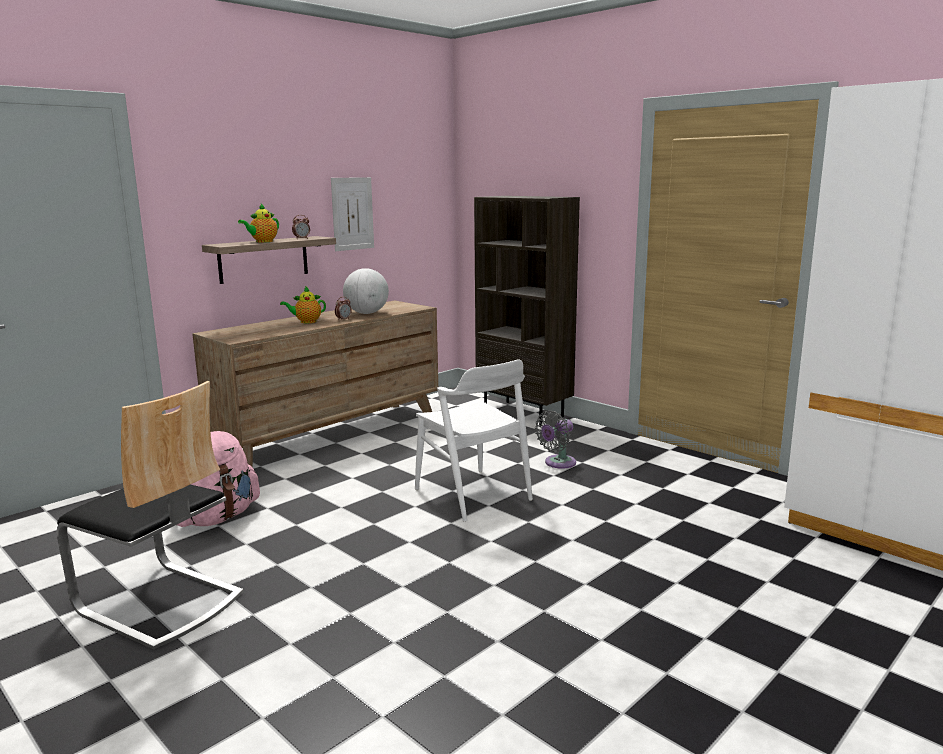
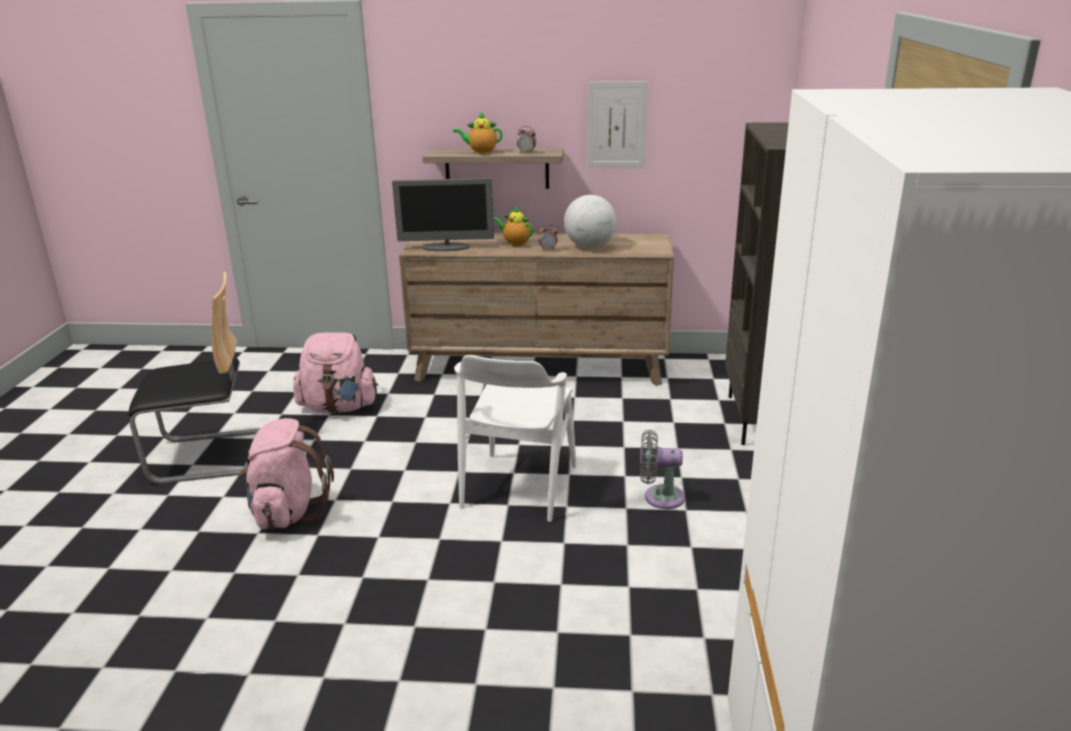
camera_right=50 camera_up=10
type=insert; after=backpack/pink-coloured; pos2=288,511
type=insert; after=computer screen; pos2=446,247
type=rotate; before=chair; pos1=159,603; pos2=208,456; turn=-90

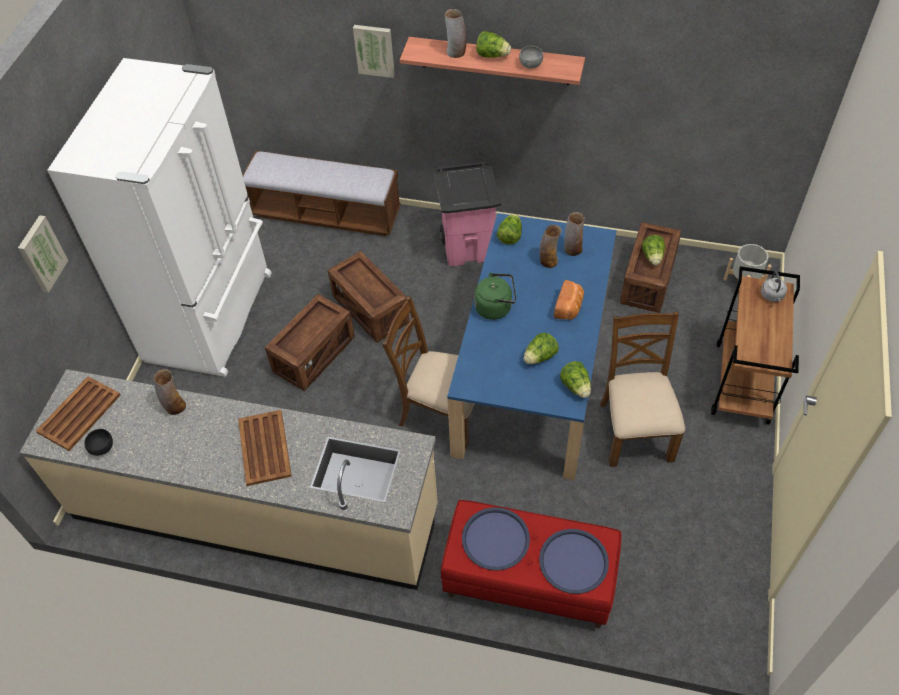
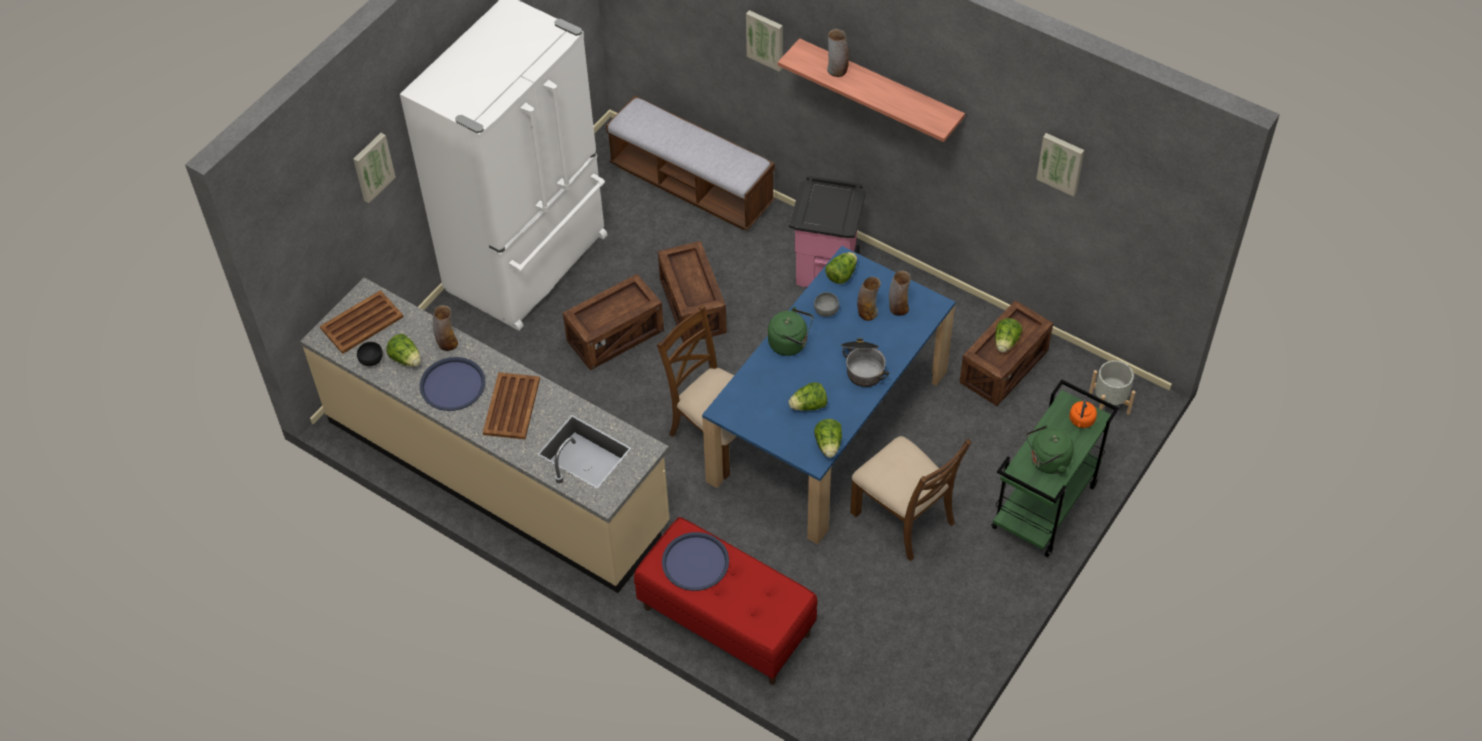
camera_right=20 camera_up=0
type=insert; after=tea kettle/greenish; pos2=1047,461
type=insert; after=wall art; pos2=1061,163
type=move; before=lettuce head; pos1=492,55; pos2=406,359
type=move; before=deep dish/gray; pos1=530,65; pos2=826,311
type=move; before=tray/blue-coloured; pos1=573,561; pos2=452,385
type=replace; before=bakery bread; after=saucepot; pos1=569,308; pos2=863,367
type=recolor; before=trolley/brownish; after=trolley/greenish; pos1=742,383; pos2=1044,508
type=recolor; before=tea kettle/gray; after=tea kettle/orange; pos1=772,296; pos2=1081,421
type=rotate; before=chair/brownish; pos1=634,430; pos2=904,517; turn=120

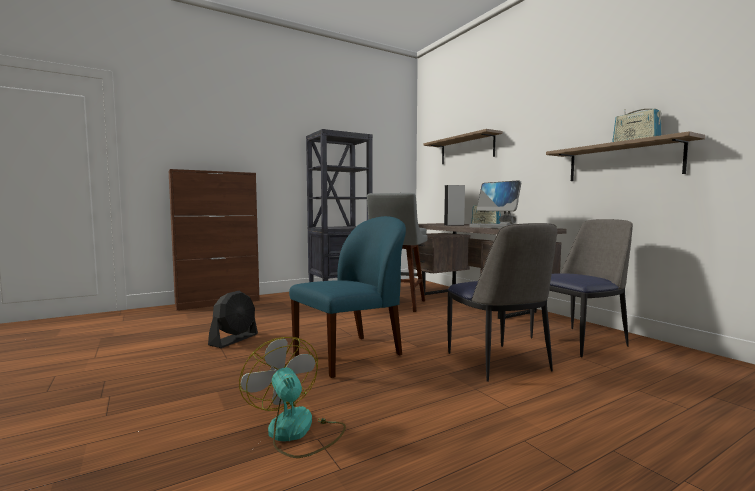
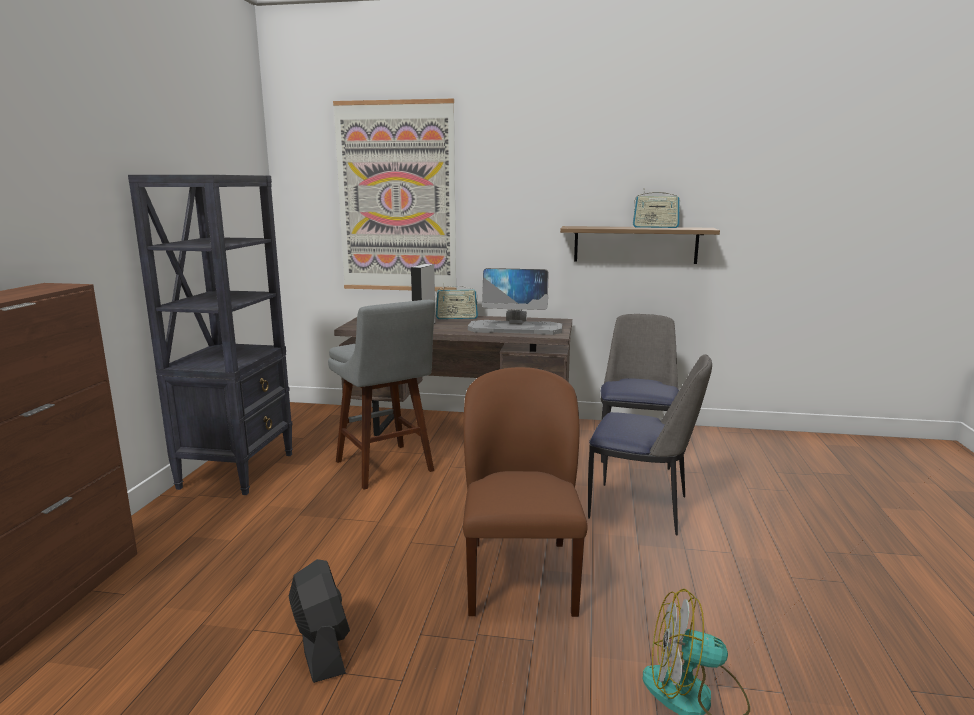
camera_right=-50 camera_up=10
type=replace; before=bracket shelf; after=wall art; pos1=466,149; pos2=396,198
type=recolor; before=chair/blue-coloured; after=chair/brownish; pos1=350,355; pos2=520,575

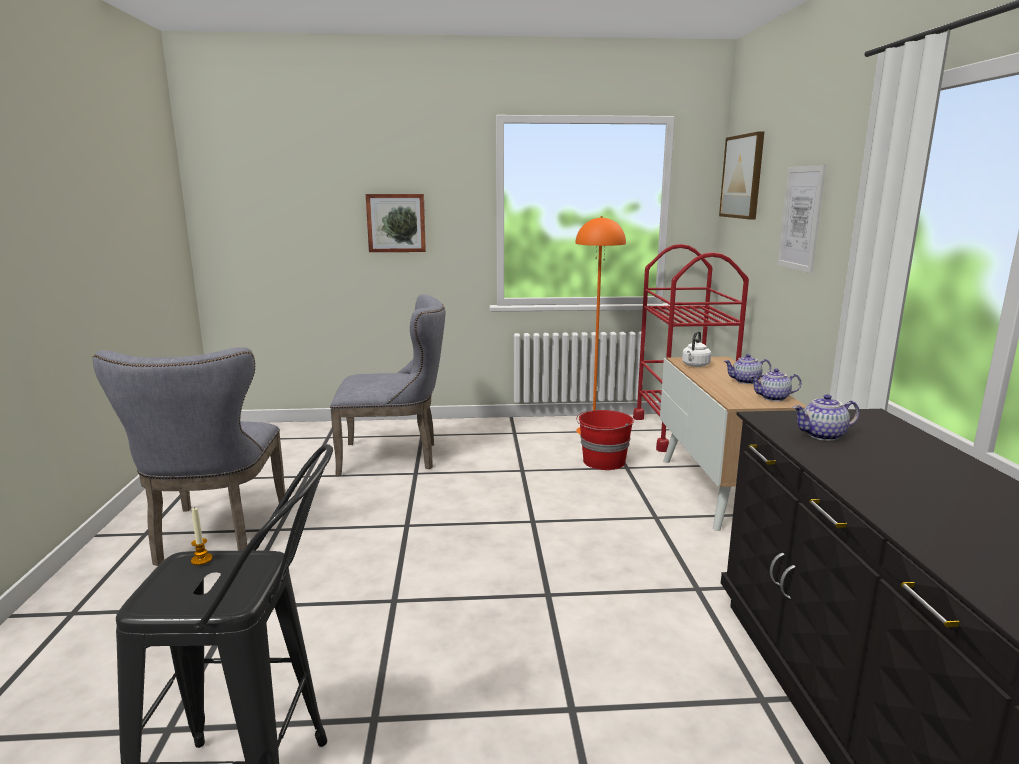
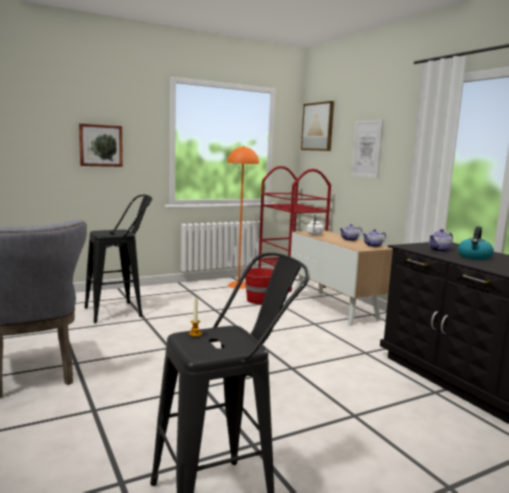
camera_right=-25 camera_up=-5
type=insert; after=tea kettle; pos2=474,257
type=replace; before=chair/gray; after=stool seat/blackish; pos1=395,457; pos2=120,311

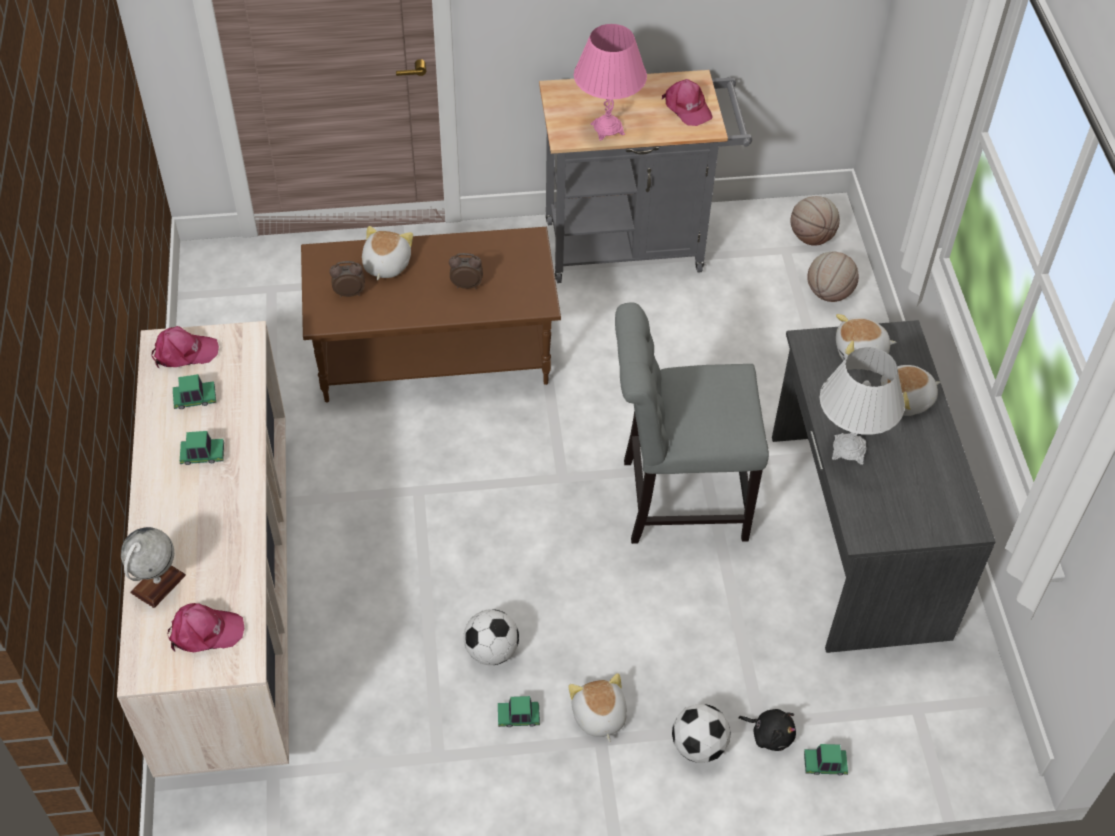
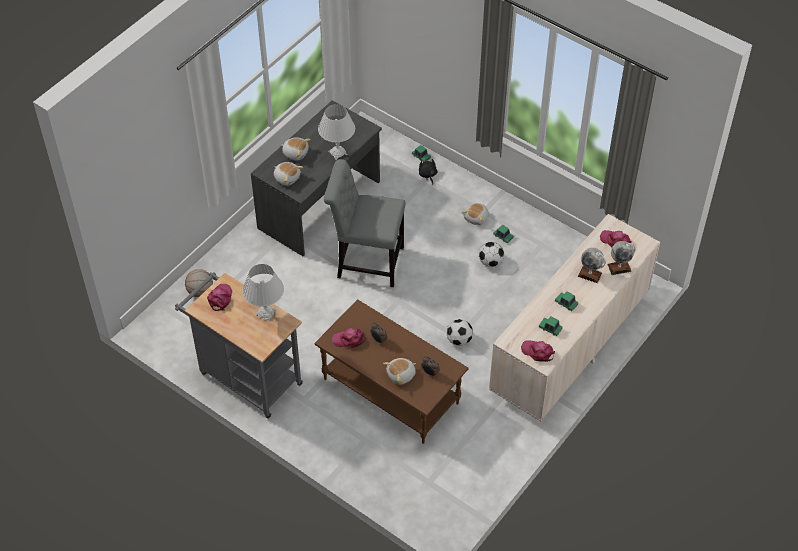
camera_right=-135 camera_up=0
type=delete; before=ball for basketball; pos1=811,237
type=insert; after=baseball cap/pink-coloured; pos2=349,339
type=insert; after=globe; pos2=590,274
type=move; before=football; pos1=698,746; pos2=459,340
type=recolor; before=table lamp/pink-coloured; after=table lamp/whitish; pos1=607,129; pos2=266,313
type=rotate; before=chair/gray; pos1=676,499; pos2=366,262; turn=150

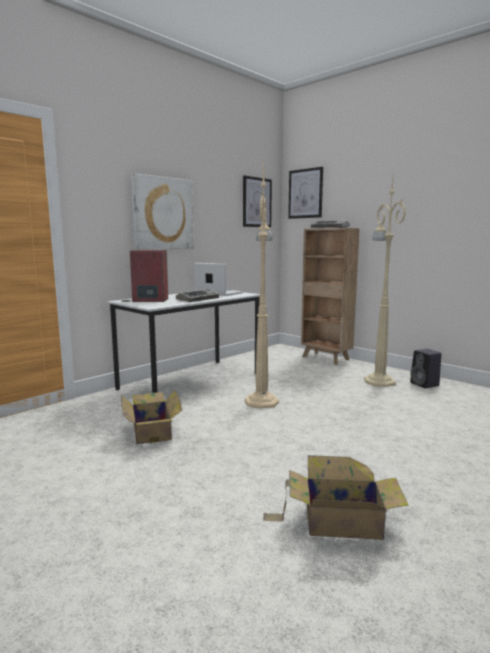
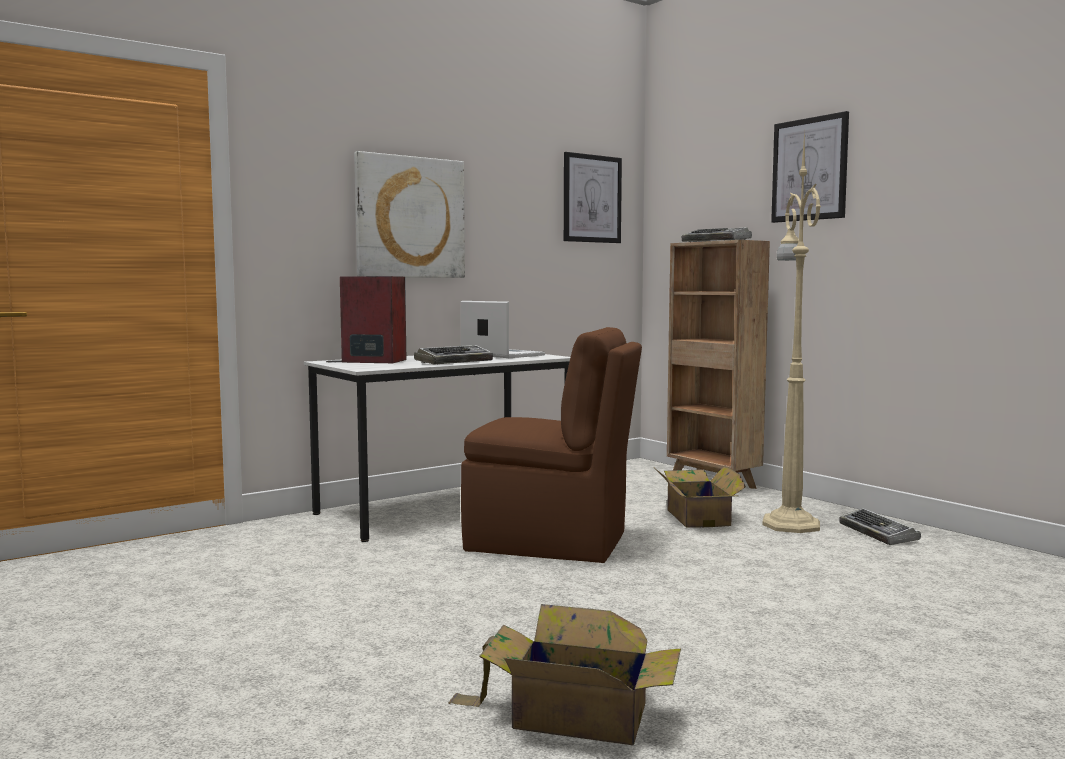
camera_right=10 camera_up=-5
type=move; before=carton; pos1=152,430; pos2=697,517
type=move; before=wall art; pos1=305,193; pos2=809,169
type=replace; before=standard lamp/sand-coloured; after=chair/brownish; pos1=262,401; pos2=551,542
type=replace; before=loudspeaker/blackish; after=PC keyboard; pos1=425,384; pos2=879,533

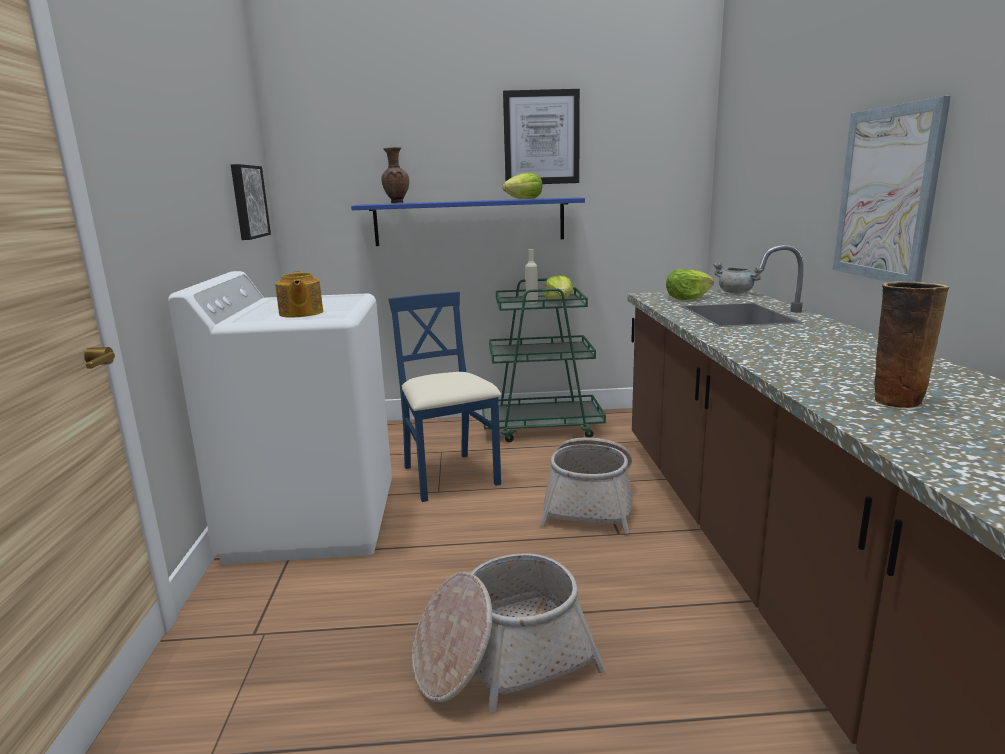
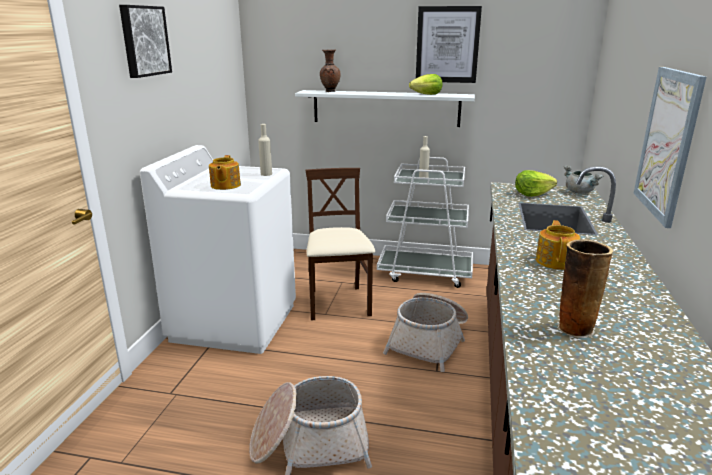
camera_right=15 camera_up=5
type=delete; before=lettuce head; pos1=559,301
type=insert; after=bottle/sand-coloured; pos2=266,174
type=insert; after=tea pot; pos2=556,261
type=move; before=wall art; pos1=247,202; pos2=144,41
type=recolor; before=bracket shelf/blue-coloured; after=bracket shelf/whitish; pos1=469,222; pos2=385,108
type=recolor; before=chair/blue-coloured; after=chair/sand-coloured; pos1=449,476; pos2=338,303
type=recolor; before=trolley/greenish; after=trolley/whitish; pos1=542,427; pos2=425,273

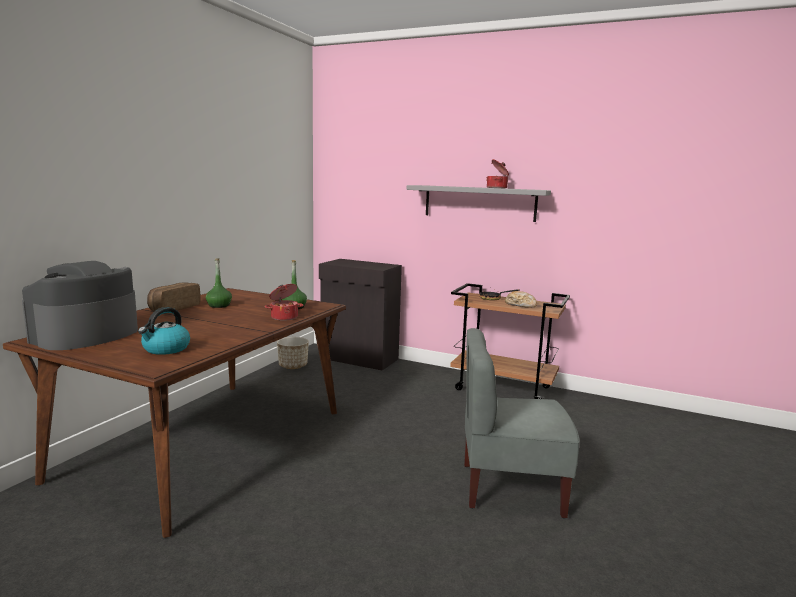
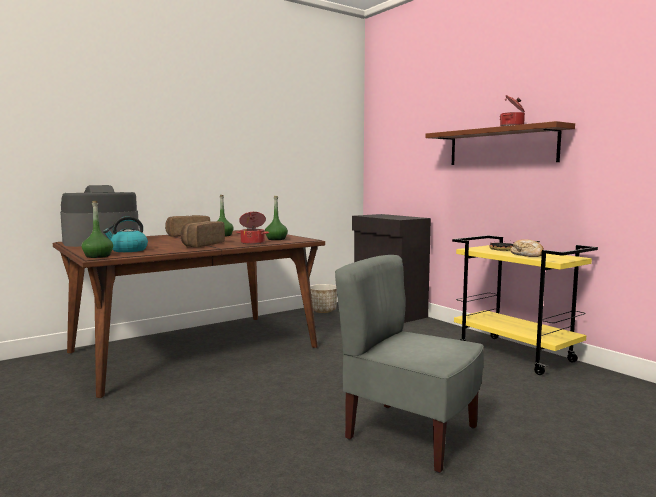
camera_right=30 camera_up=-5
type=insert; after=bottle/greenish; pos2=98,256
type=insert; after=bakery bread; pos2=201,244
type=recolor; before=bracket shelf/gray; after=bracket shelf/brownish; pos1=479,203; pos2=501,146
type=recolor; before=trolley/brownish; after=trolley/yellow; pos1=504,388; pos2=516,355

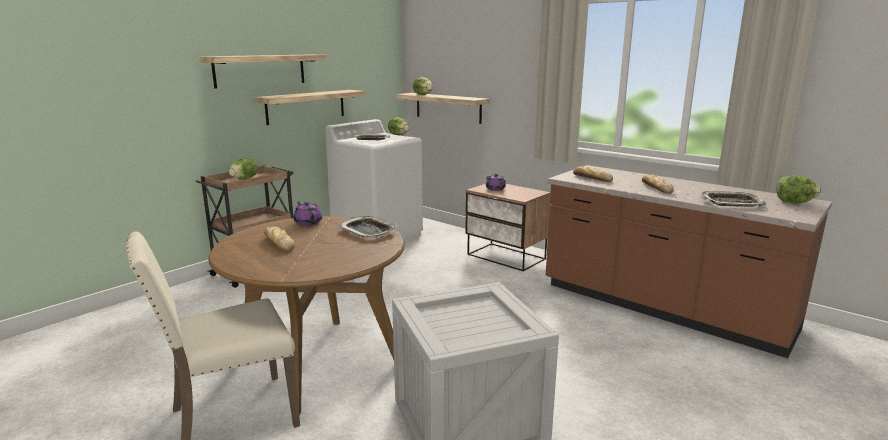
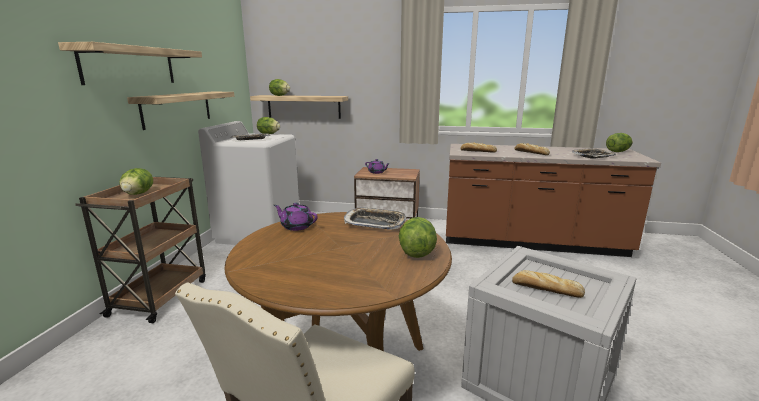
camera_right=-30 camera_up=0
type=insert; after=lettuce head; pos2=416,252
type=move; before=bakery bread; pos1=278,243; pos2=545,289

